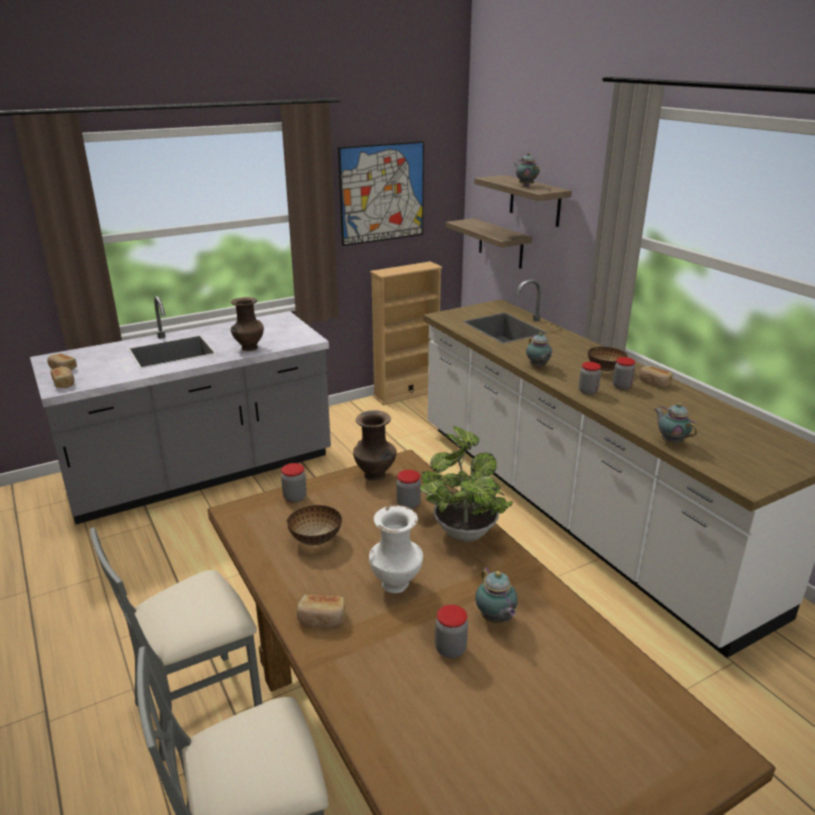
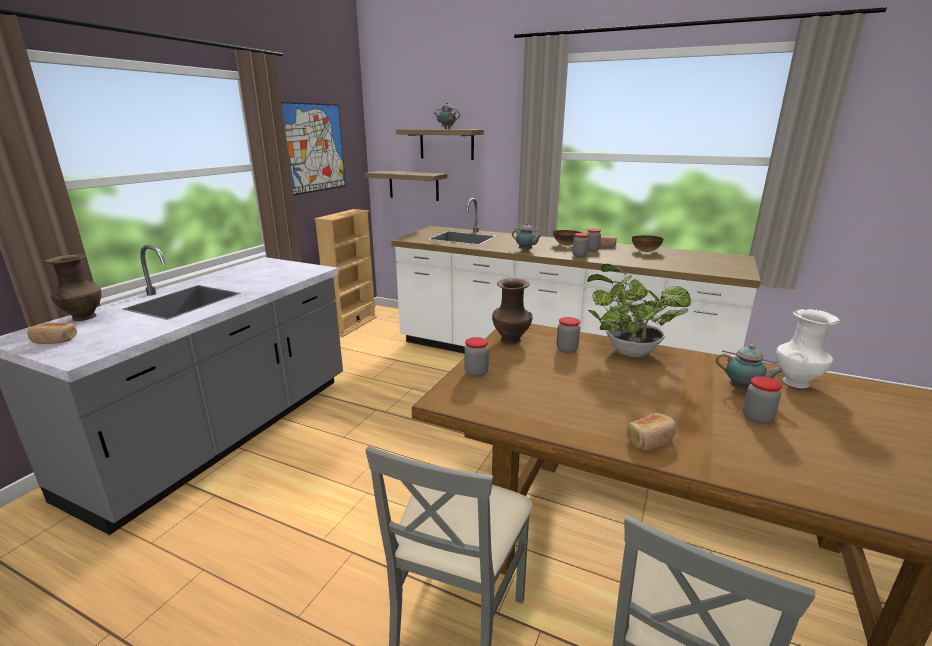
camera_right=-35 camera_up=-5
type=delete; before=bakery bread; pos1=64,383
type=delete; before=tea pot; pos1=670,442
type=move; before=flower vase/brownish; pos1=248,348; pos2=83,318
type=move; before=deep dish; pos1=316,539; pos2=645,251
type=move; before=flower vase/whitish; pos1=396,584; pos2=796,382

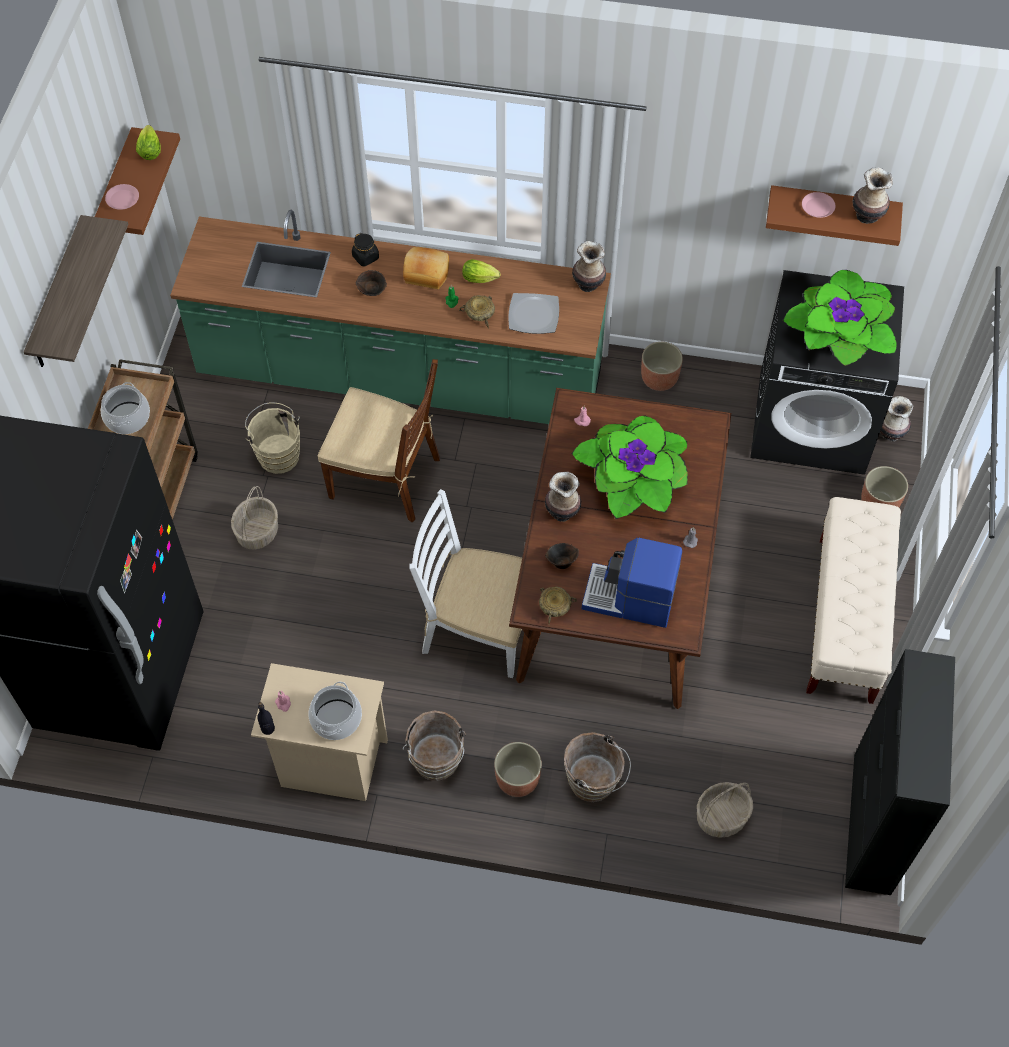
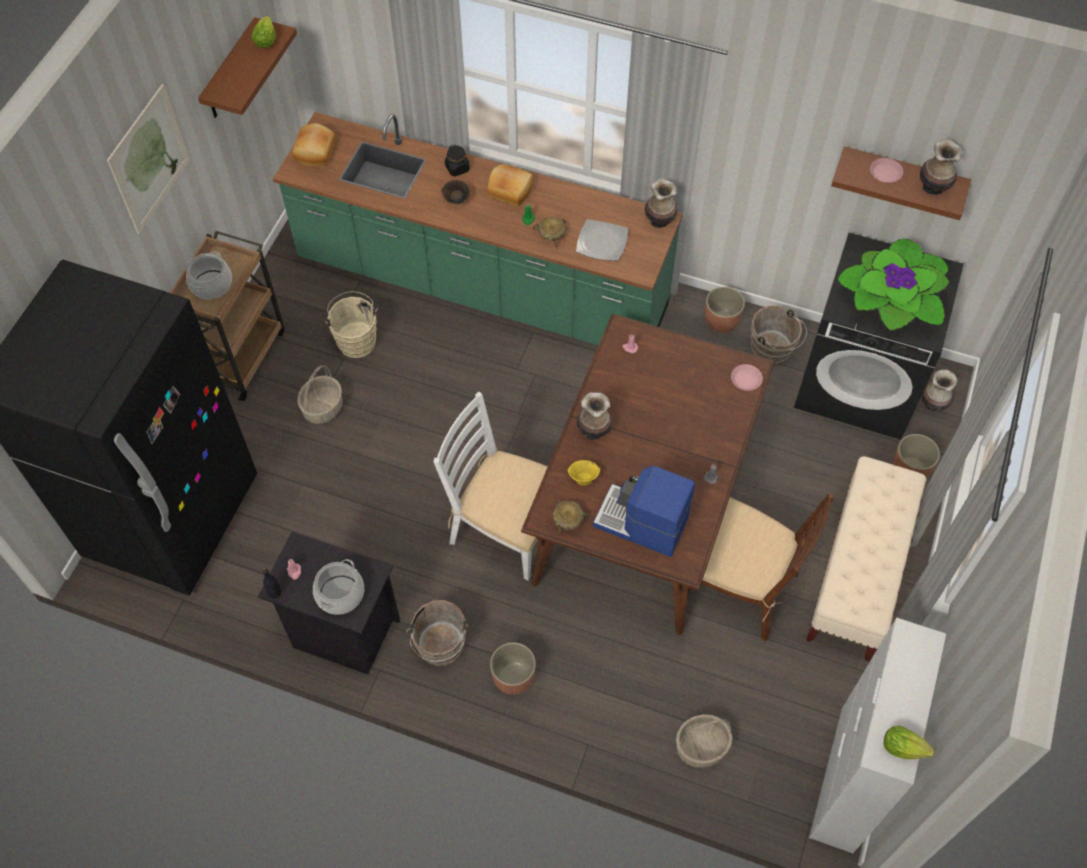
camera_right=10 camera_up=0
type=delete; before=potted plant; pos1=632,481
type=insert; after=bakery bread; pos2=316,152
type=move; before=plate/pink-coloured; pos1=123,199; pos2=746,379
type=move; before=chair/brownish; pos1=386,478; pos2=741,587
type=move; before=lettuce head; pos1=481,279; pos2=906,749
type=move; before=water bucket/brownish; pos1=595,783; pos2=772,353
type=replace; before=bracket shelf; after=wall art; pos1=58,296; pos2=149,159
type=recolor; before=bedside table/sand-coloured; after=bedside table/blackish; pos1=330,763; pos2=342,633
type=recolor; before=deep dish/brownish; after=deep dish/yellow; pos1=561,561; pos2=583,478
type=recolor; before=storage cabinet/blackish; after=storage cabinet/whitish; pos1=871,824; pos2=846,779

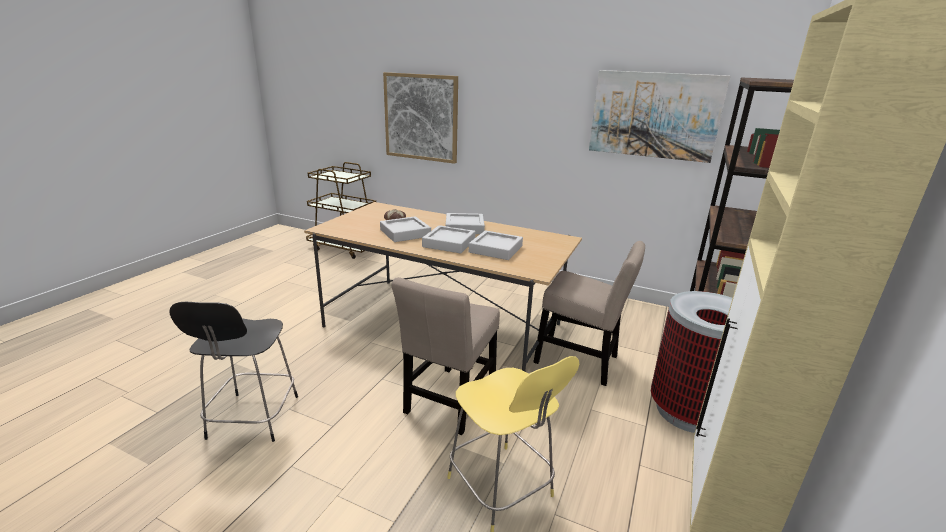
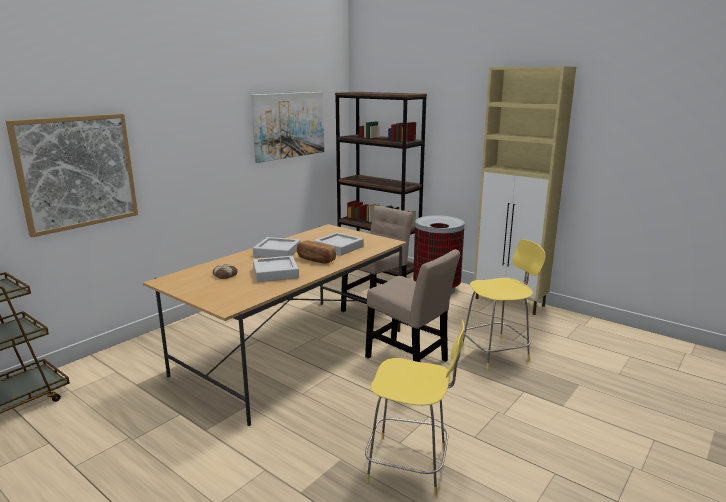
camera_right=-75 camera_up=-5
type=replace; before=tray/gray; after=bakery bread; pos1=449,243; pos2=315,260
type=recolor; before=stool seat/blackish; after=stool seat/yellow; pos1=252,419; pos2=410,465

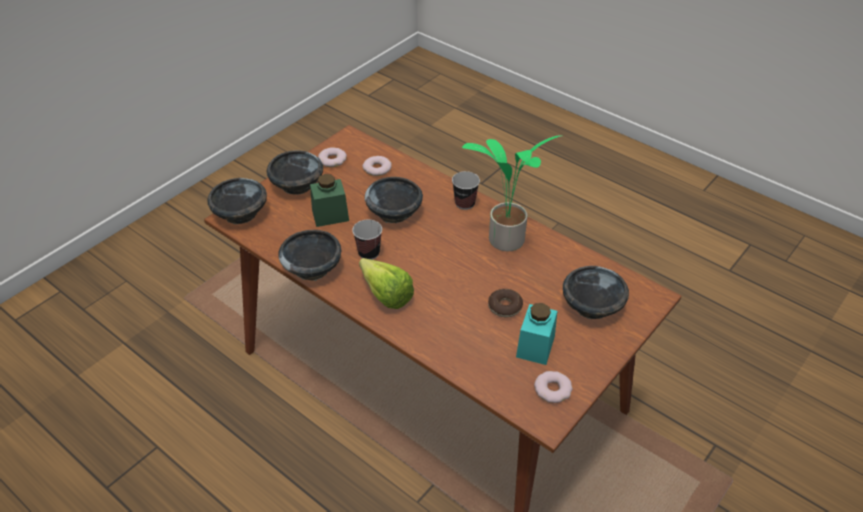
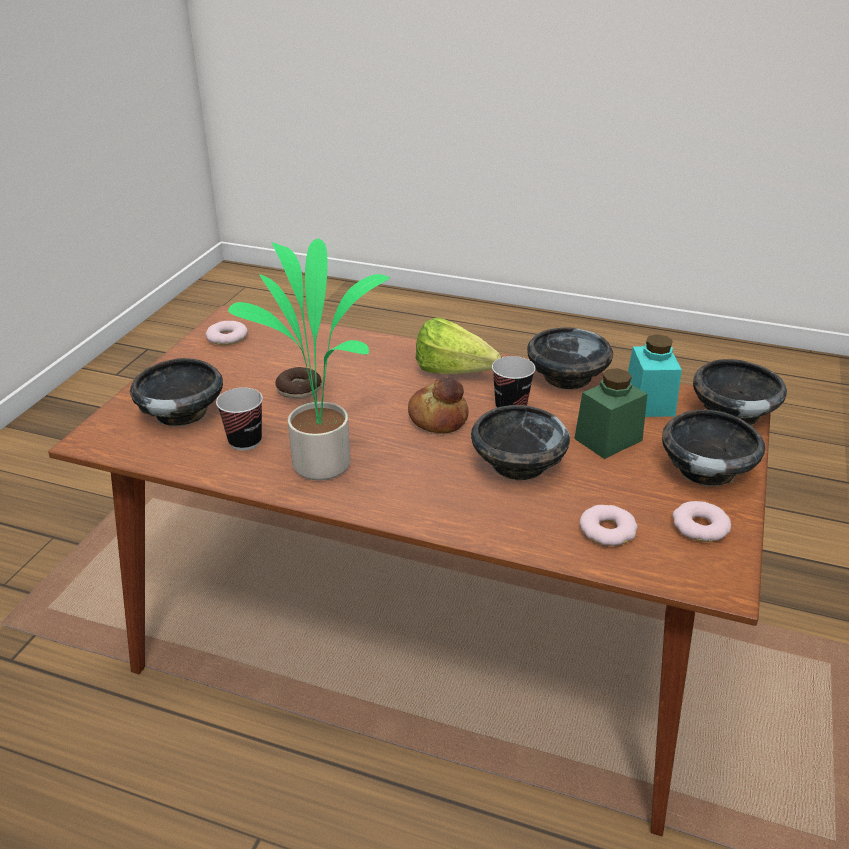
camera_right=160 camera_up=-10
type=insert; after=bakery bread; pos2=438,418
type=move; before=drinking cup; pos1=465,203; pos2=245,441
type=move; before=jar/turquoise; pos1=535,346; pos2=649,402

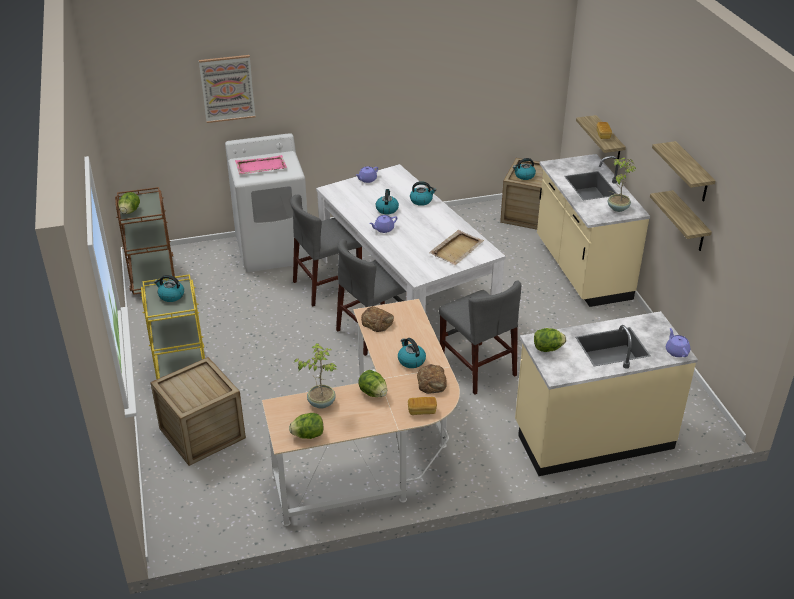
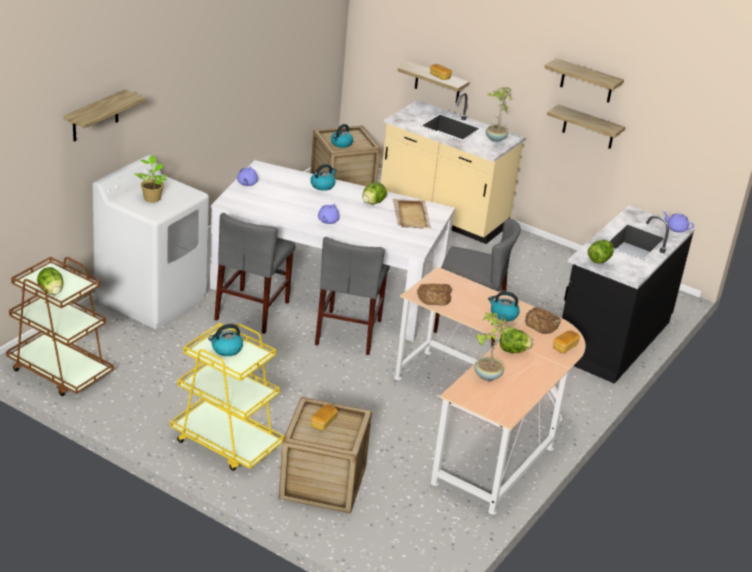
camera_right=-45 camera_up=-5
type=delete; before=tea kettle; pos1=387,209
type=insert; after=bakery bread; pos2=323,423
type=move; before=lettuce head; pos1=308,435; pos2=373,203
type=replace; before=wall art; after=bracket shelf; pos1=227,88; pos2=95,116
type=replace; before=tray/pink-coloured; after=potted plant; pos1=260,166; pos2=152,198
type=recolor; before=kitchen counter/sand-coloured; after=kitchen counter/blackish; pos1=592,436; pos2=611,339

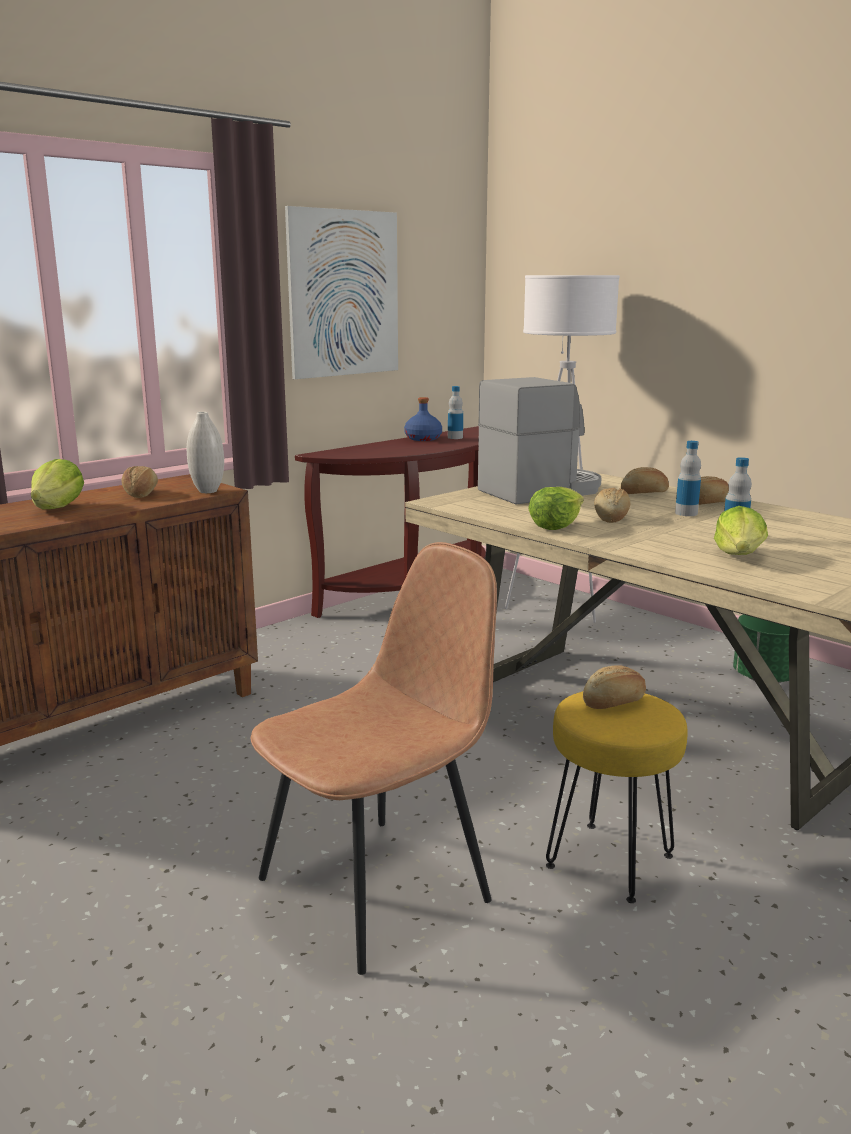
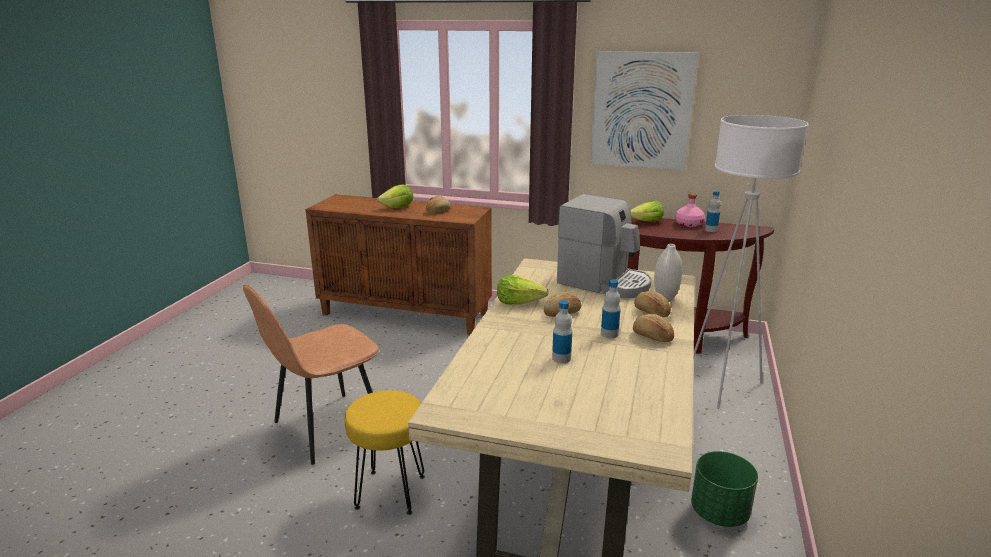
camera_right=60 camera_up=5
type=delete; before=bakery bread; pos1=615,702
type=move; before=flower vase/whitish; pos1=208,491; pos2=665,299
type=move; before=lettuce head; pos1=740,556; pos2=646,222
type=recolor; before=bottle/blue-coloured; after=bottle/pink-coloured; pos1=422,439; pos2=688,224
type=rotate; before=chair/brownish; pos1=378,887; pos2=326,428; turn=120

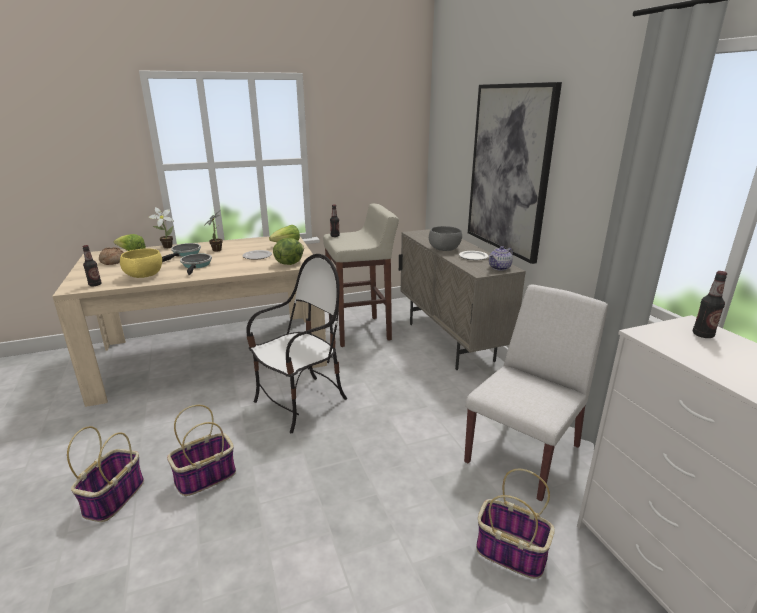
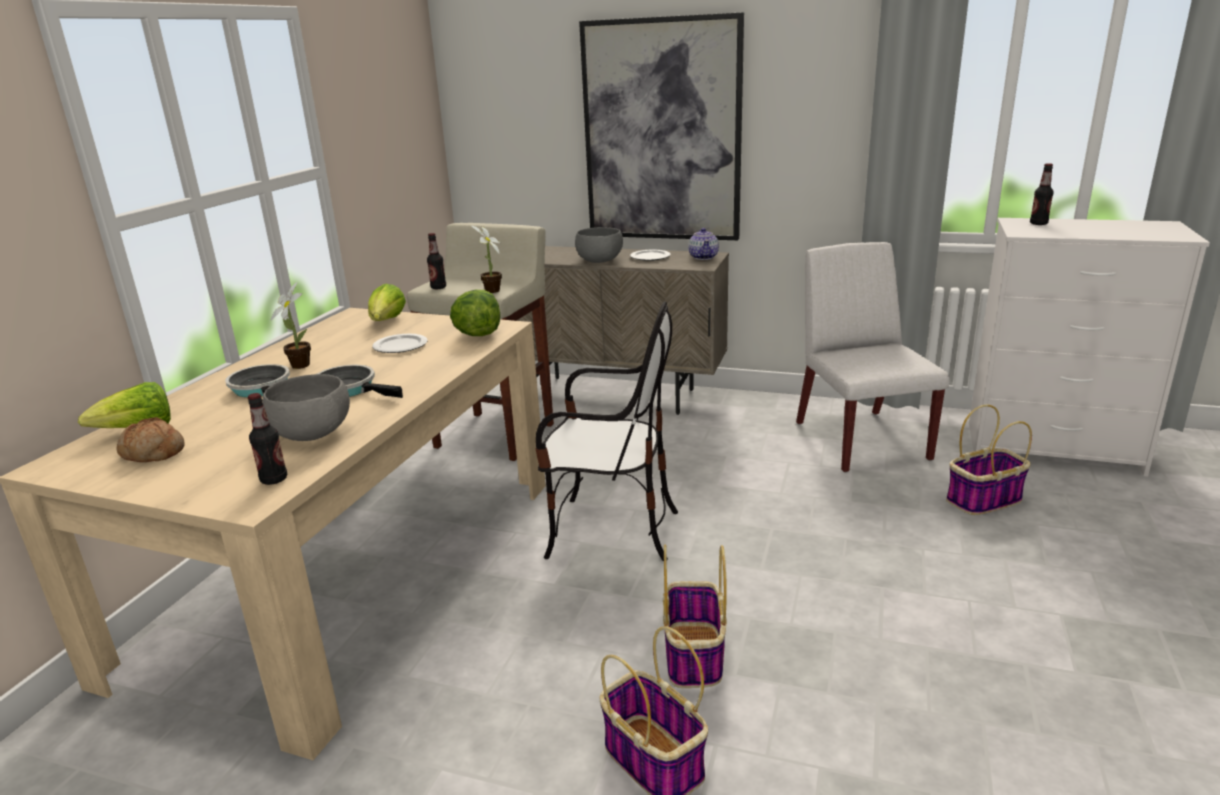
camera_right=-50 camera_up=0
type=move; before=potted plant; pos1=166,247; pos2=491,291
type=recolor; before=deep dish/yellow; after=deep dish/gray; pos1=144,275; pos2=312,433
type=rotate; before=chair; pos1=301,403; pos2=611,532; turn=105

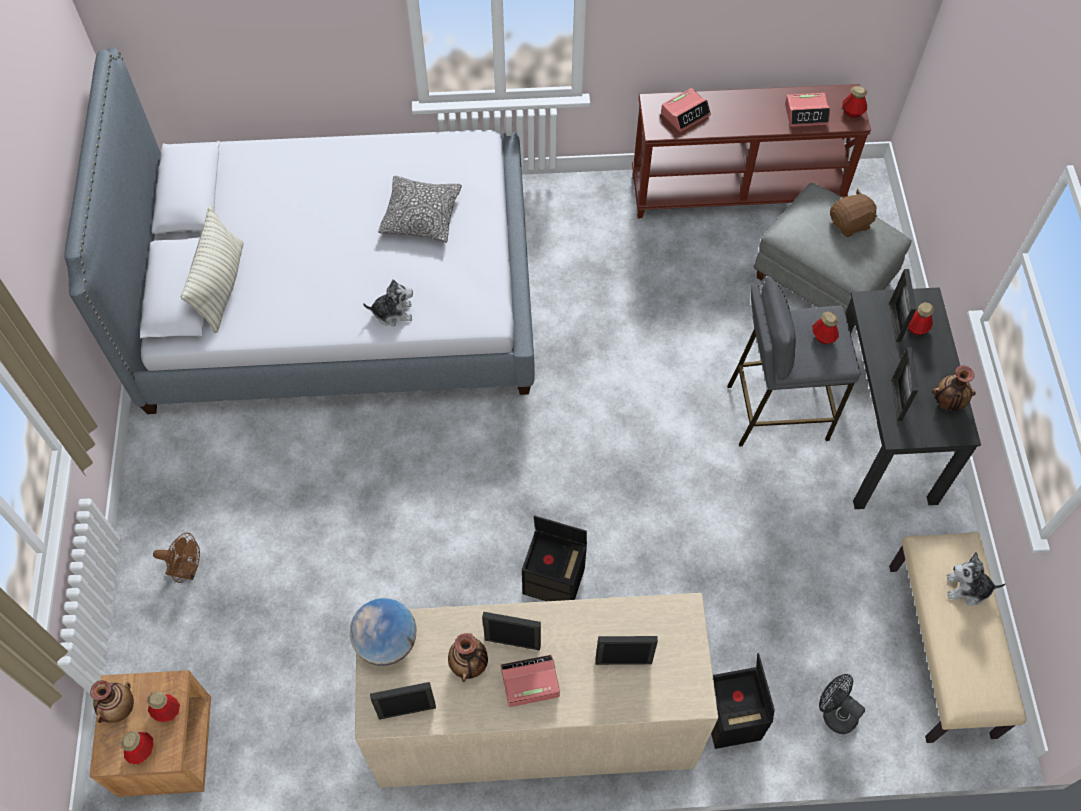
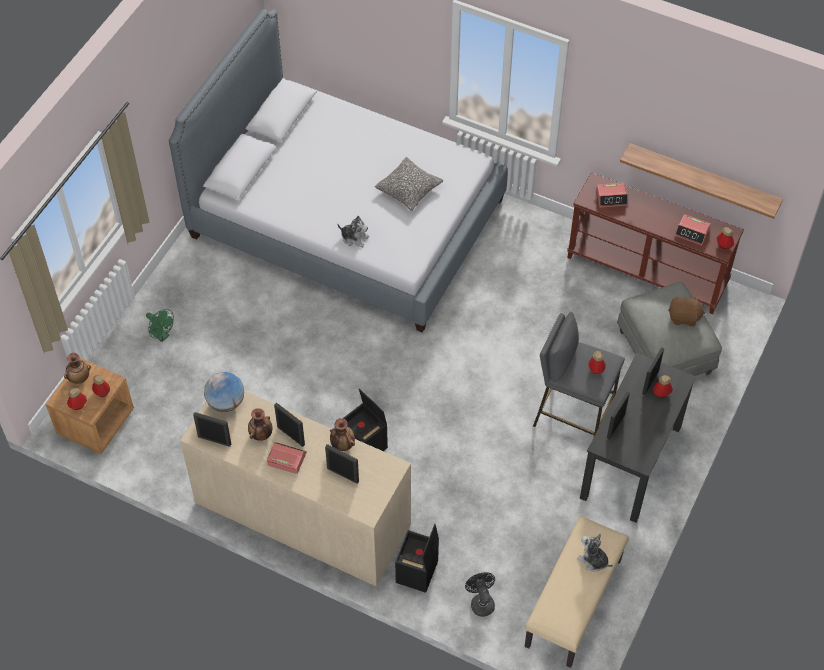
camera_right=30 camera_up=-5
type=delete; before=pillow; pos1=221,286
type=insert; after=bracket shelf; pos2=703,180
type=move; before=flower vase; pos1=948,402; pos2=342,444
type=recolor; before=cooling fan/brownish; after=cooling fan/greenish; pos1=187,570; pos2=162,335

